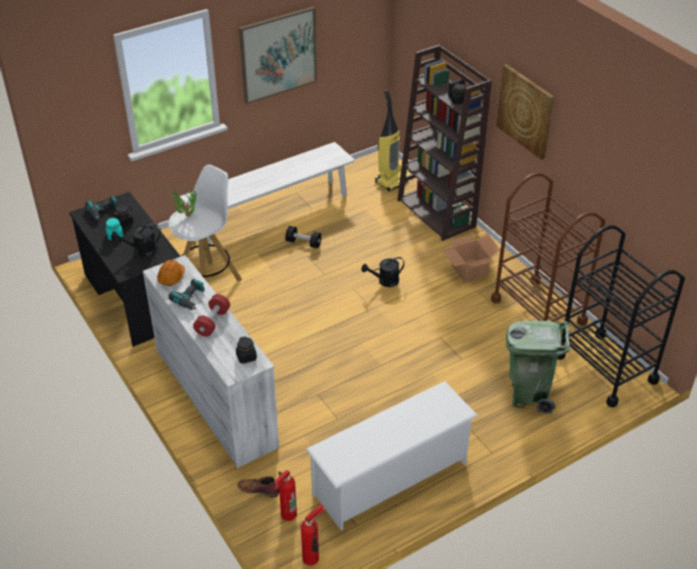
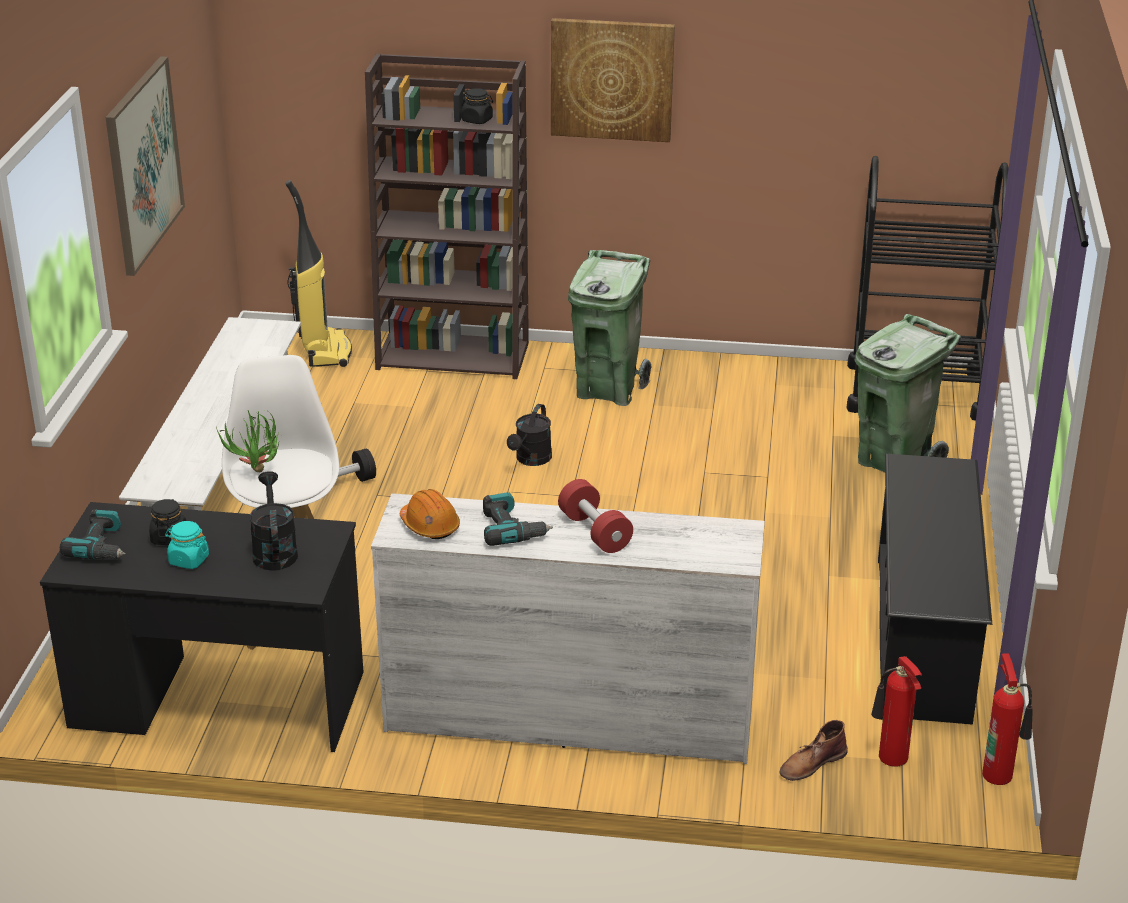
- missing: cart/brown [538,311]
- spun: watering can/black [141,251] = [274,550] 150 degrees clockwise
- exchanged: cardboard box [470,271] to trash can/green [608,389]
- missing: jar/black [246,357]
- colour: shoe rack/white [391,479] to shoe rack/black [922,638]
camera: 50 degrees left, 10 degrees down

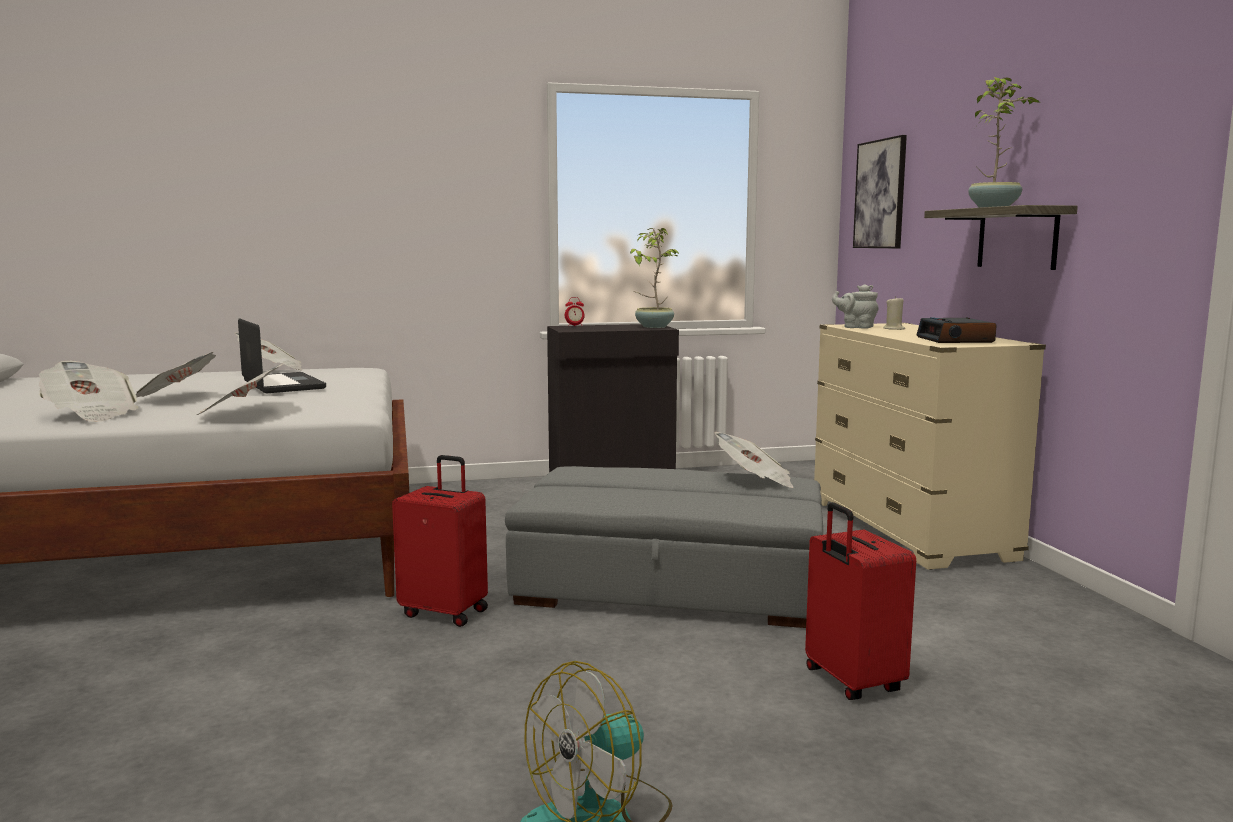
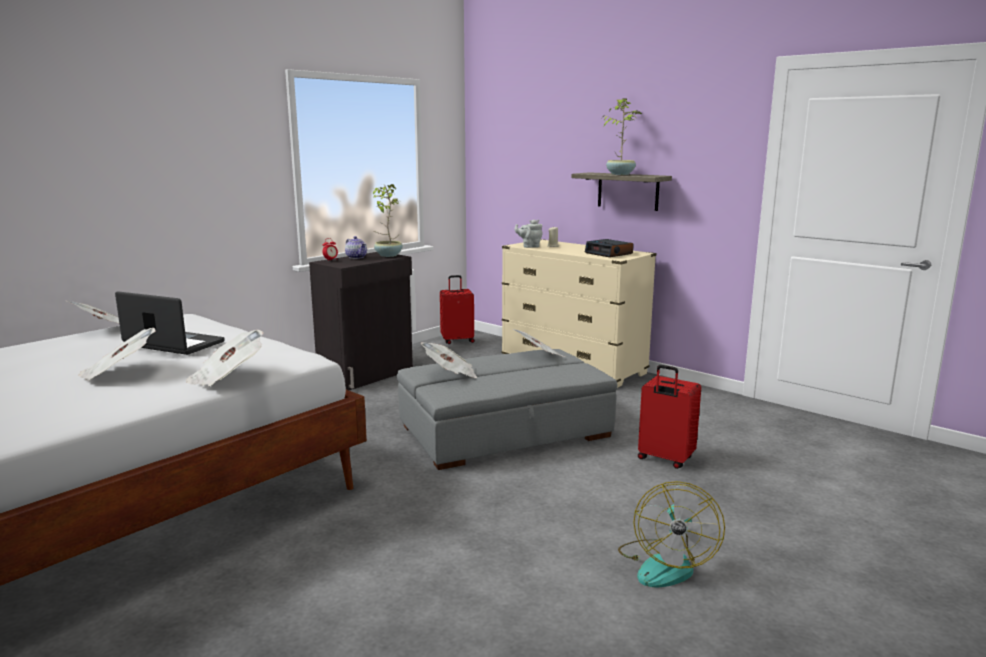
- missing: picture [880,194]
- relocated: newspaper [91,415] to [450,374]
- relocated: suitcase/red [445,612] to [457,340]
- appeared: teapot [356,257]
camera: 35 degrees left, 5 degrees up

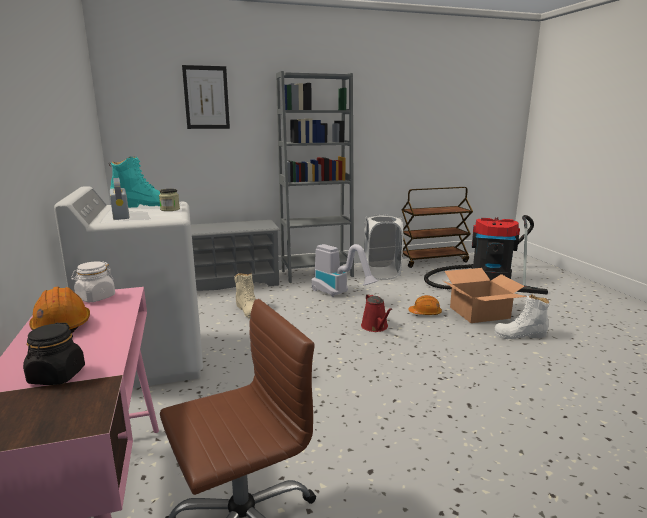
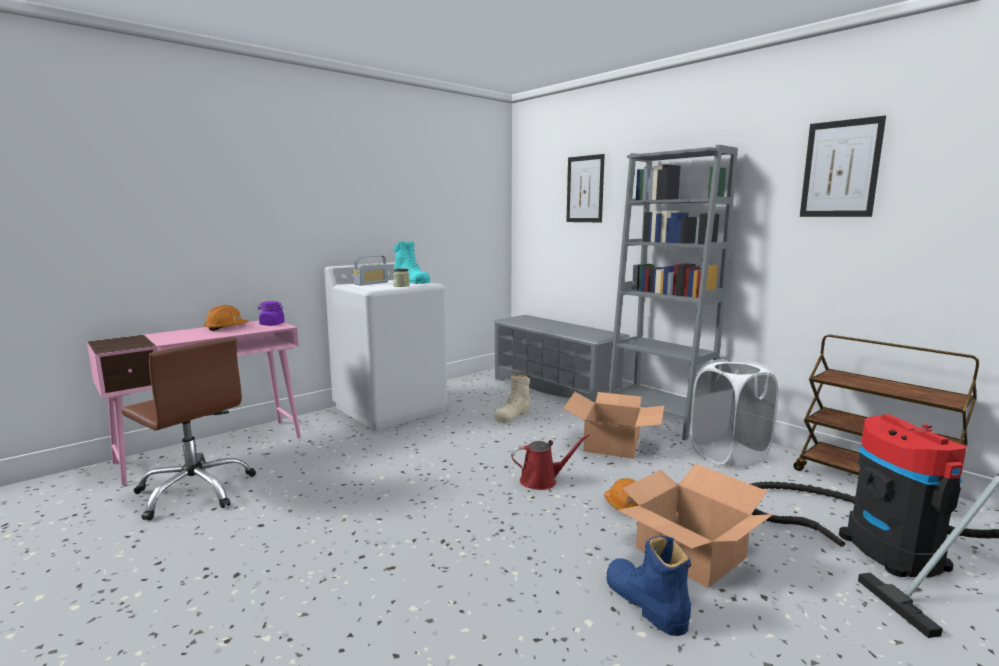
- exchanged: vacuum cleaner [340,294] to cardboard box [613,444]
- colour: jar/white [96,298] to jar/purple [272,324]
- spun: watering can/red [375,327] = [542,481] 150 degrees counterclockwise
- colour: boot/white [520,335] to boot/blue [645,602]
- missing: jar/black [57,376]
- appeared: picture [840,169]
camera: 65 degrees right, 5 degrees down

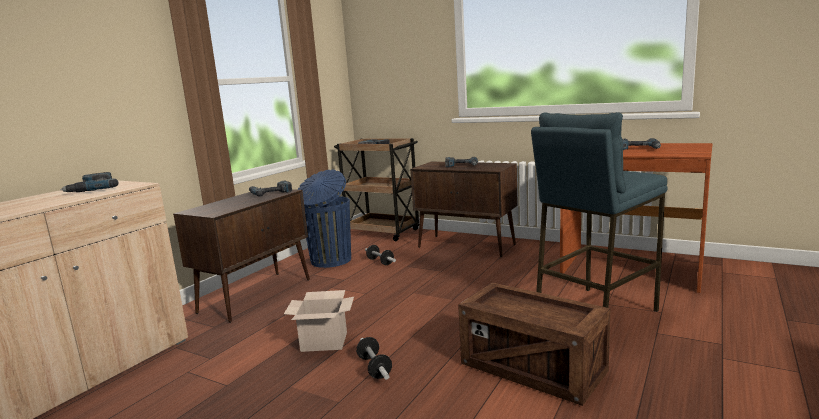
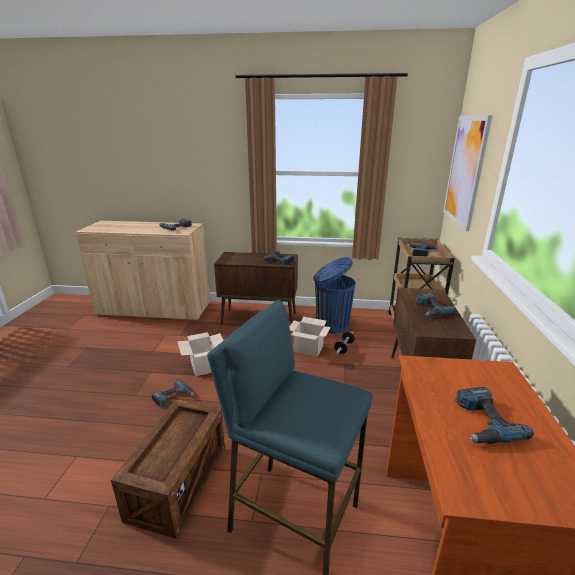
- exchanged: dumbbell [374,368] to power drill [173,397]
- appeared: picture [465,170]
- appeared: cardboard box [309,349]
camera: 65 degrees right, 10 degrees up

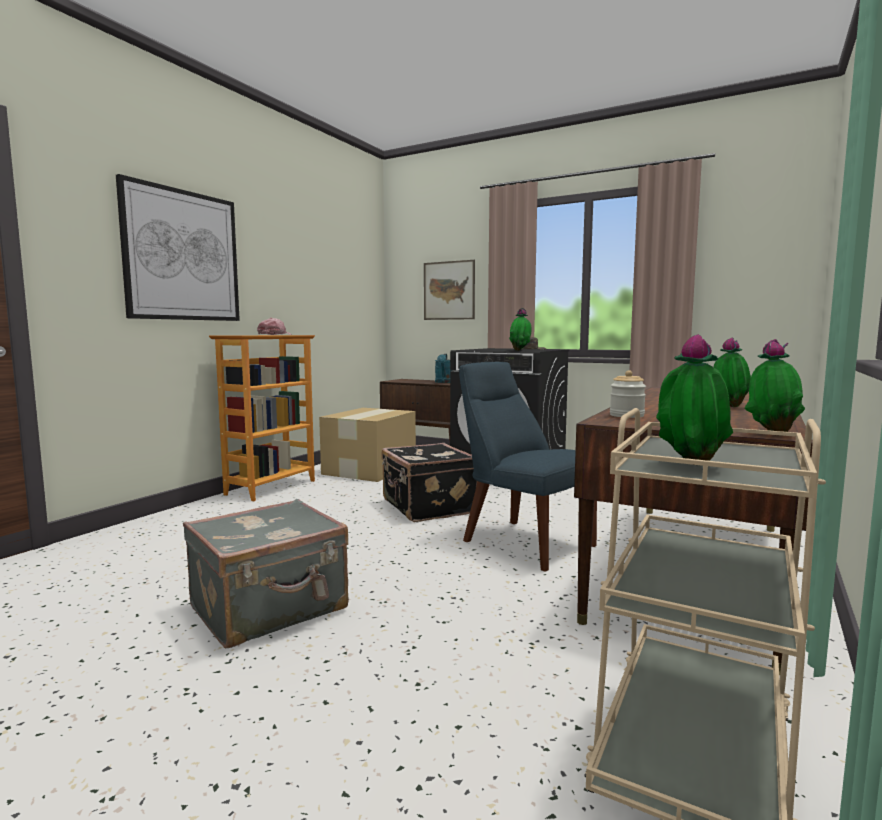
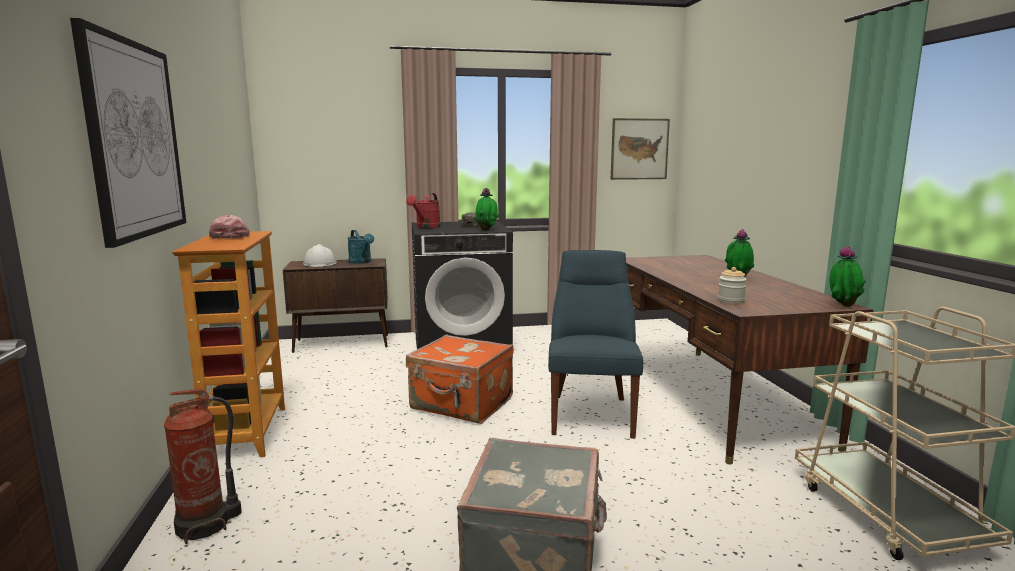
- relocated: picture [449,290] to [639,149]
- missing: potted plant [689,465]
- spun: chair/blue [523,542] = [591,413] 90 degrees clockwise
- missing: cardboard box [371,469]
- colour: suitcase/black [427,507] to suitcase/orange [461,405]
- appeared: watering can/red [426,227]
- appeared: hard hat/white [320,263]
- appeared: fire extinguisher [206,525]
camera: 40 degrees left, 5 degrees up

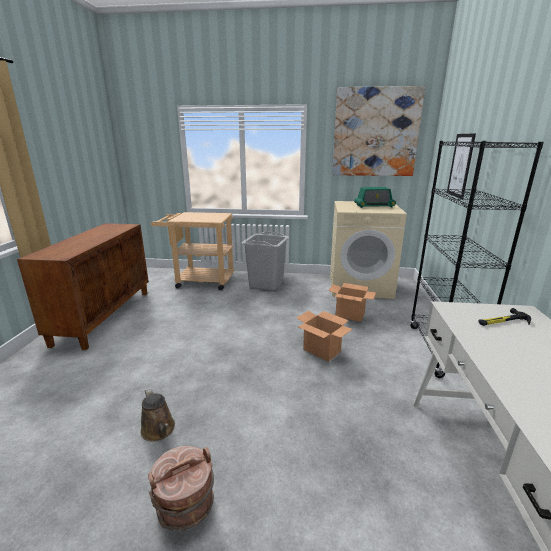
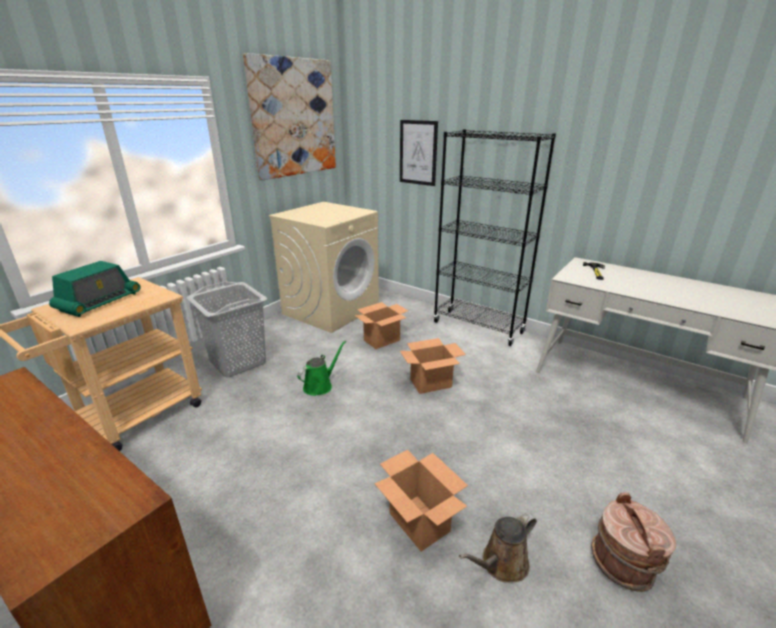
- relocated: radio [374,206] to [99,302]
- spun: watering can/brown [159,430] = [501,564] 150 degrees clockwise
- appeared: watering can/green [320,385]
- appeared: cardboard box [418,522]
camera: 60 degrees left, 5 degrees up

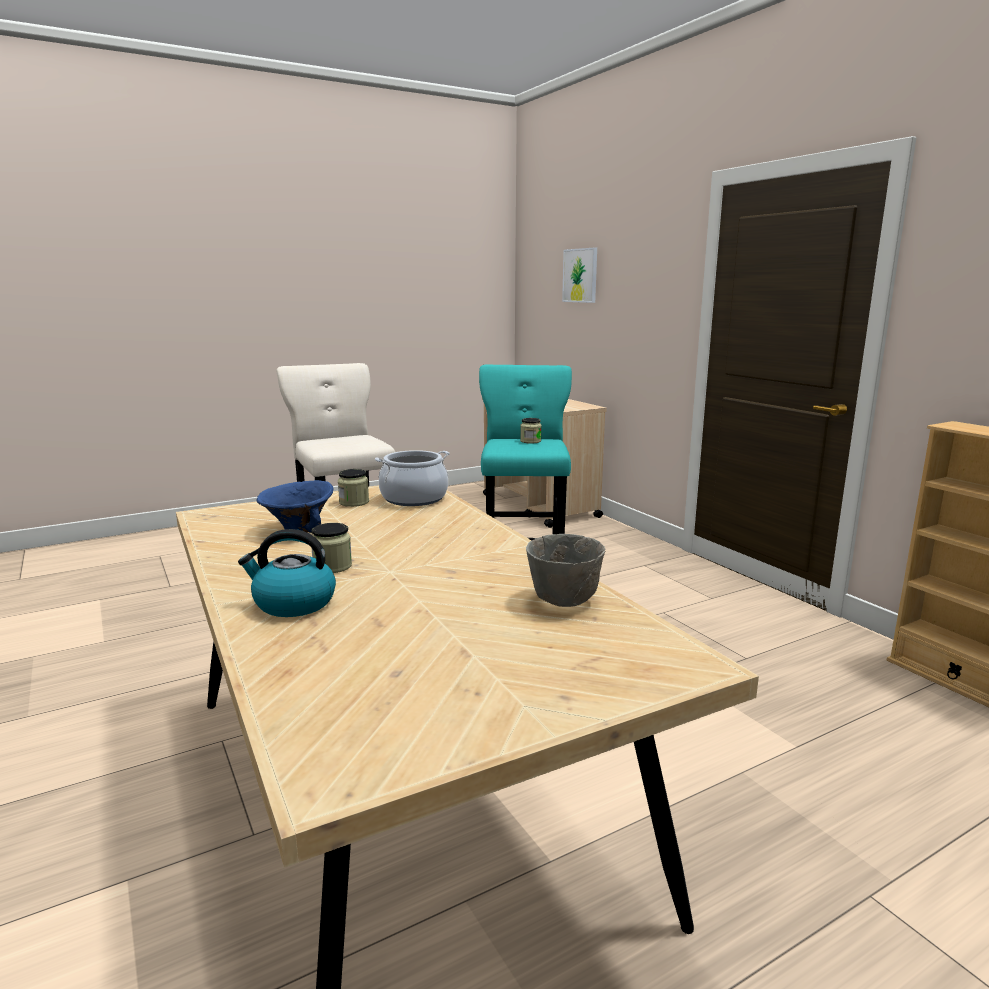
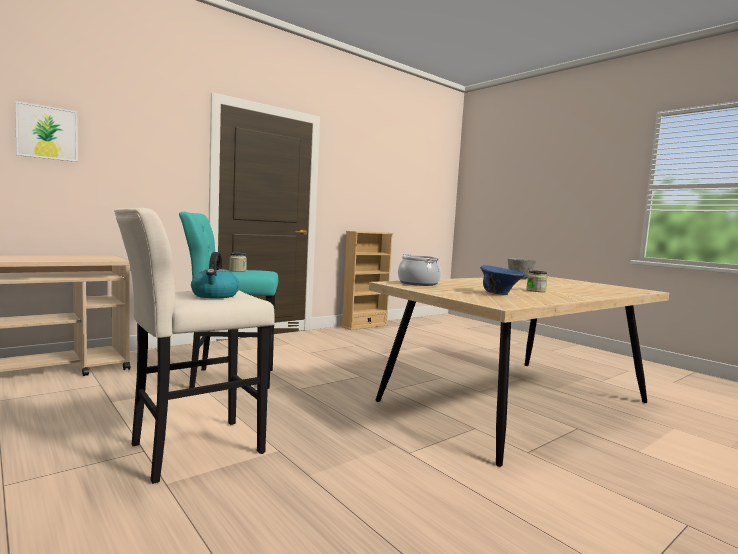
- missing: jar [354,502]
- relocated: kettle [293,603] to [215,295]
camera: 100 degrees left, 10 degrees down

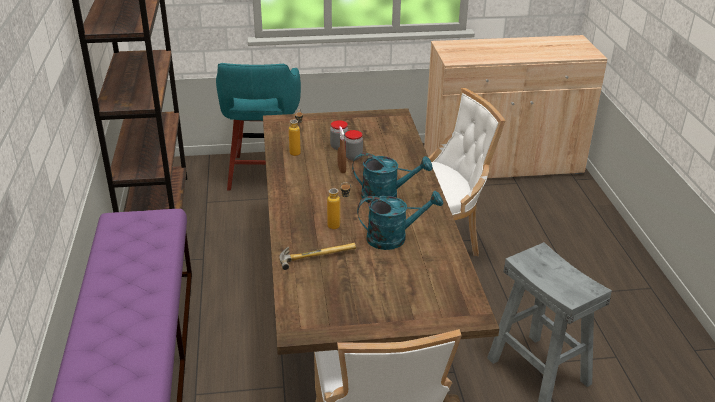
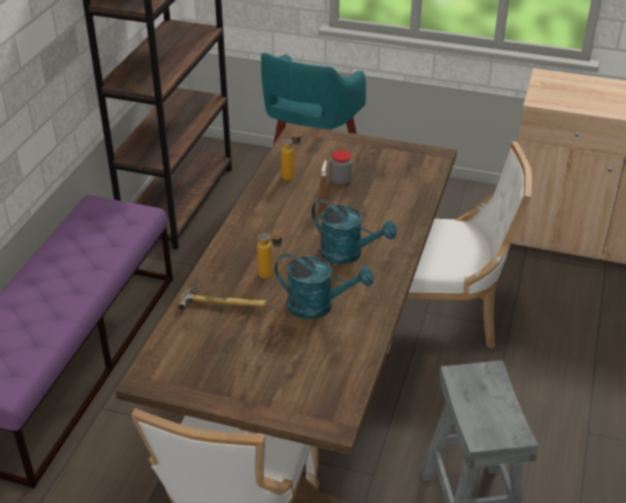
- missing: jar [353,157]
camera: 25 degrees right, 5 degrees up

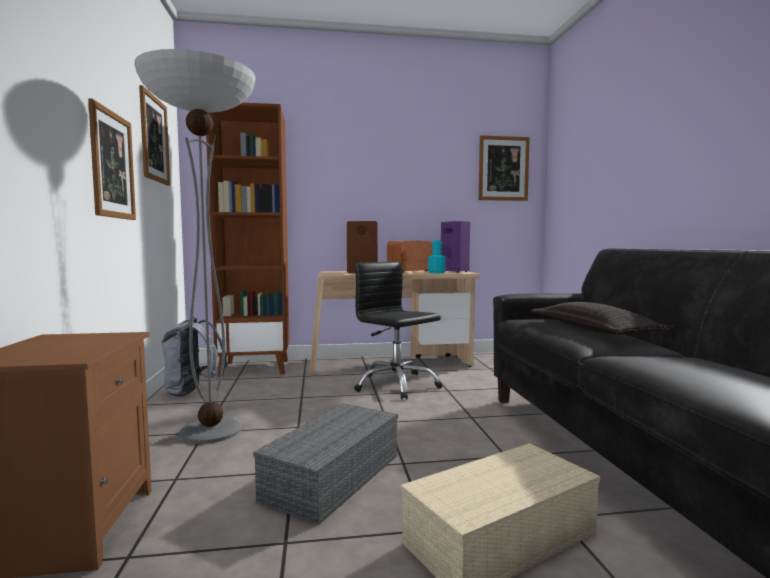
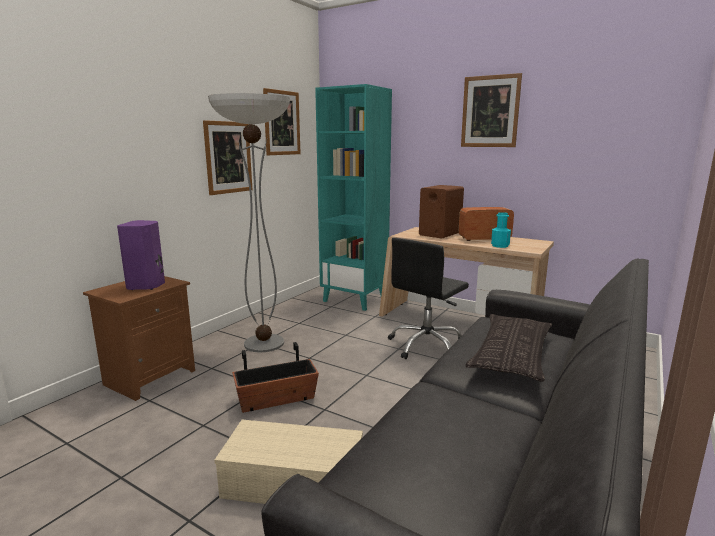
- colour: bookcase/brown [255,368] to bookcase/turquoise [355,300]
- relocated: picture [503,168] to [490,111]
- relocated: speaker/purple [455,271] to [147,286]
- spun: office chair/black [396,385] = [426,345] 135 degrees counterclockwise
- missing: backpack/grey [193,392]
- exchanged: storage box/grey [333,475] to planter [276,399]
camera: 40 degrees right, 10 degrees up

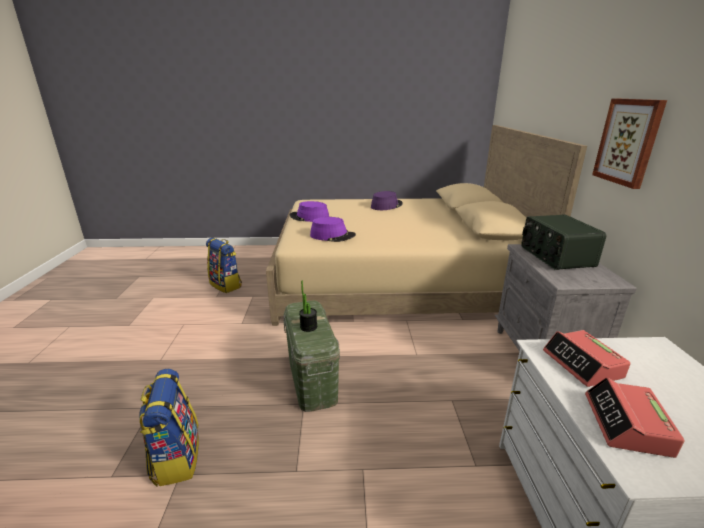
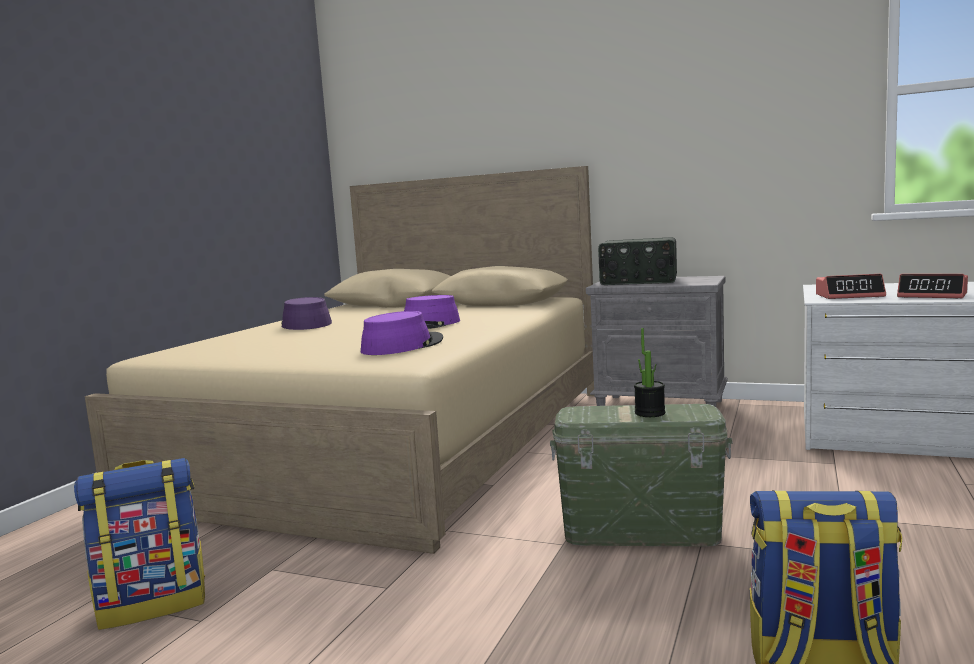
- missing: picture [628,142]
- relocated: hat/purple [309,217] to [426,325]
camera: 65 degrees left, 15 degrees down

